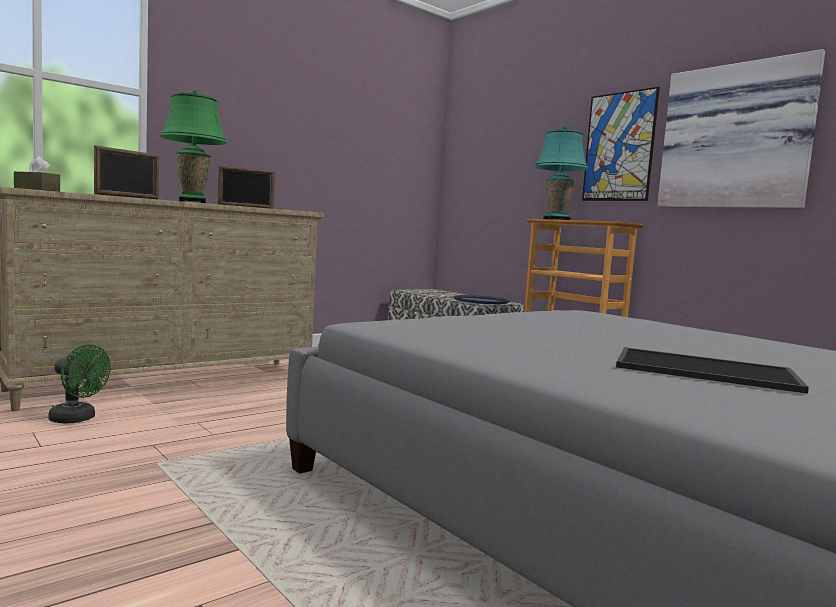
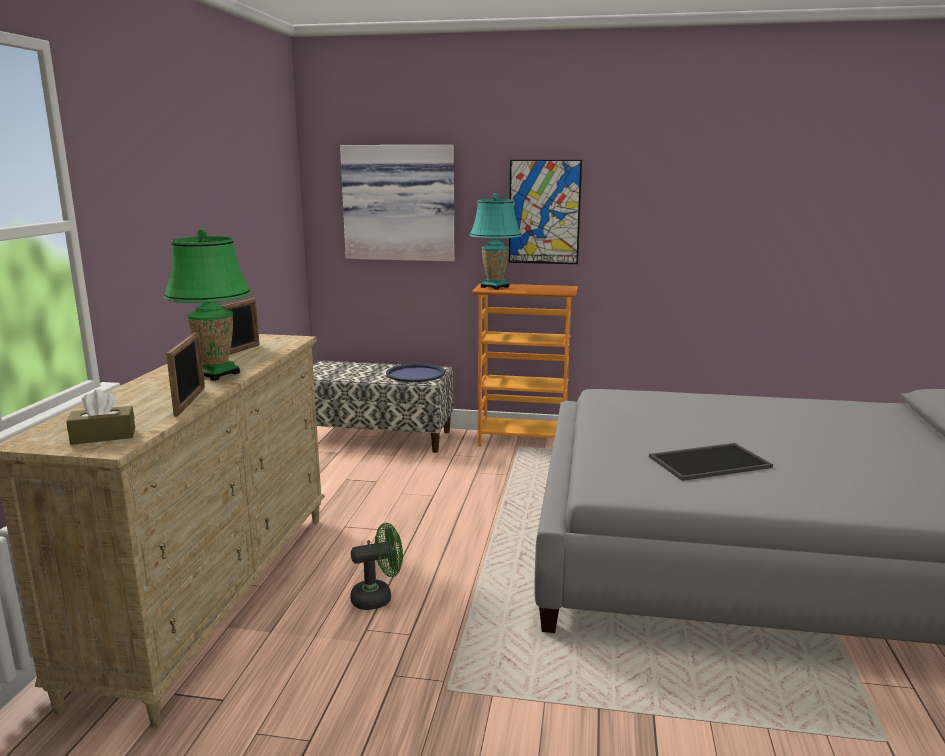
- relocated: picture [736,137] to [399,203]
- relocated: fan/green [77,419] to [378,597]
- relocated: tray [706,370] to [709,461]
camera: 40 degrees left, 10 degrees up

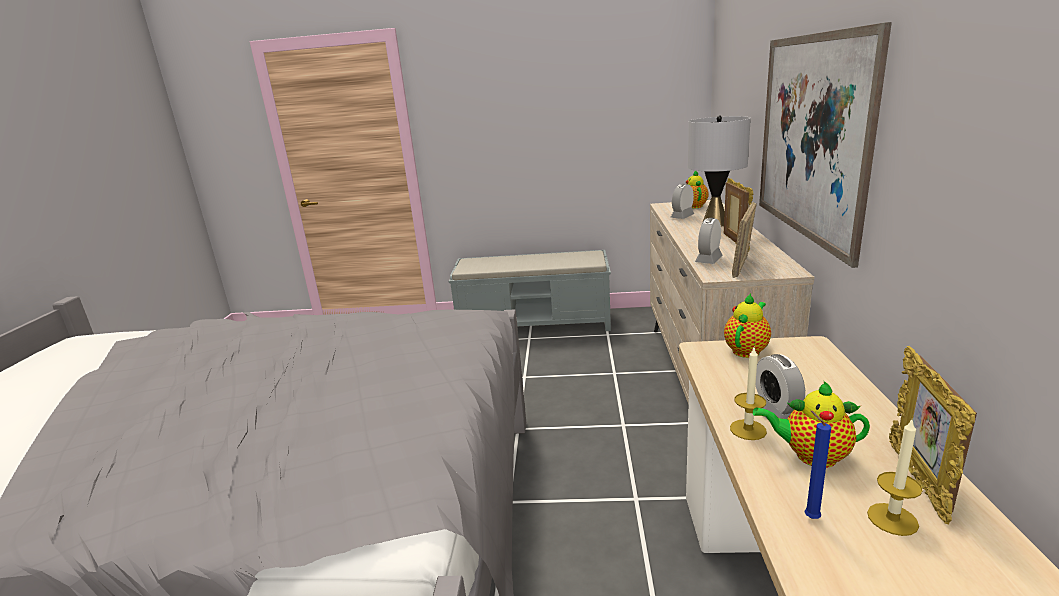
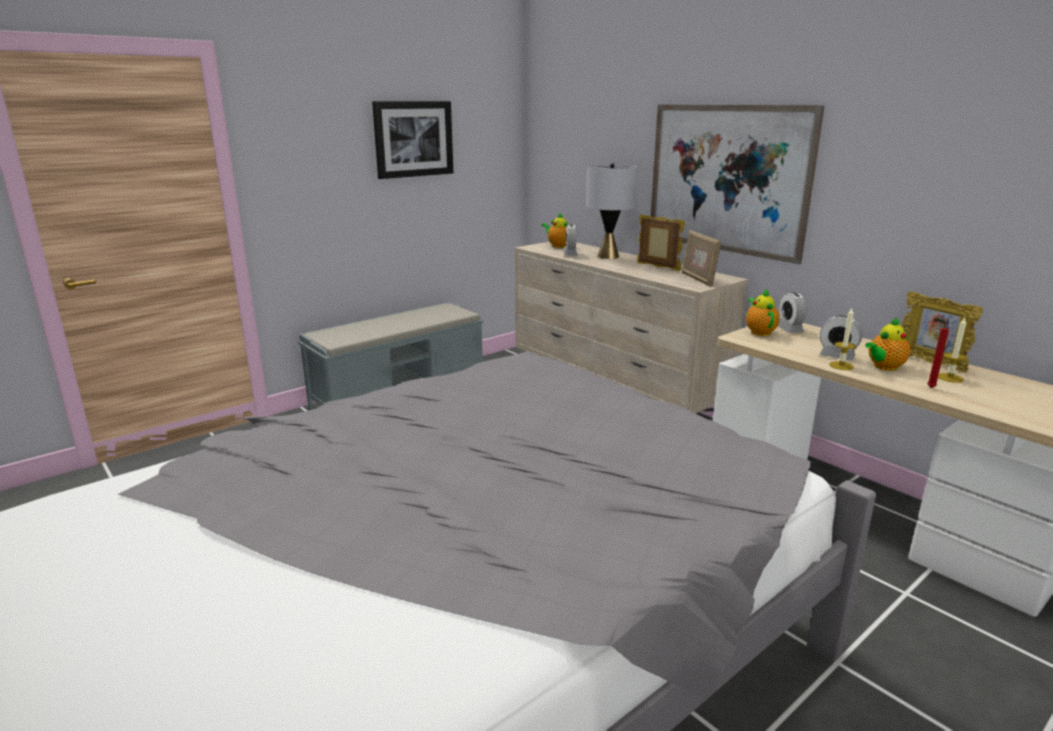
- relocated: alarm clock [708,260] to [789,329]
- colour: candle/blue [809,517] to candle/red [929,387]
- appeared: picture [413,139]
camera: 45 degrees left, 0 degrees up

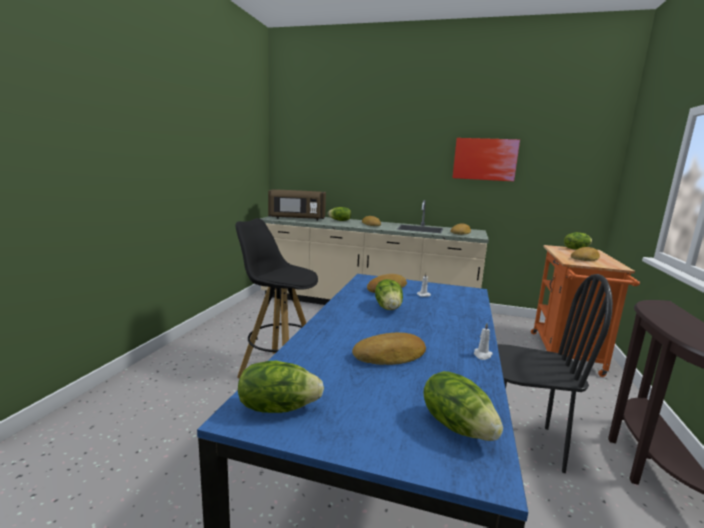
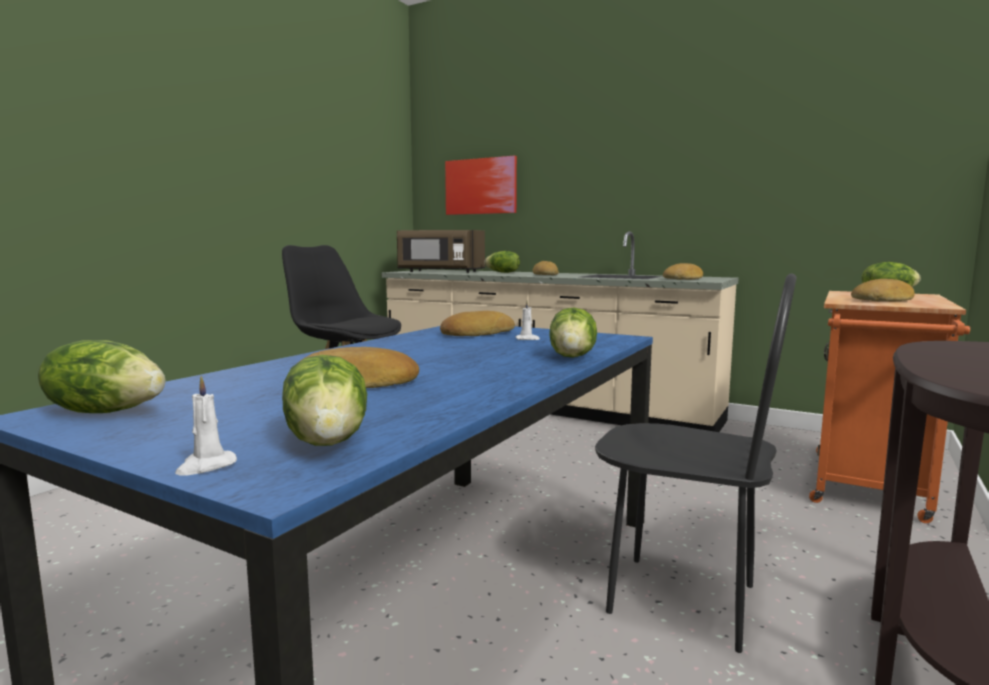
- relocated: picture [485,159] to [481,186]
- relocated: lettuce [389,308] to [573,357]
- relocated: candle/white [482,355] to [205,466]
camera: 15 degrees right, 5 degrees down

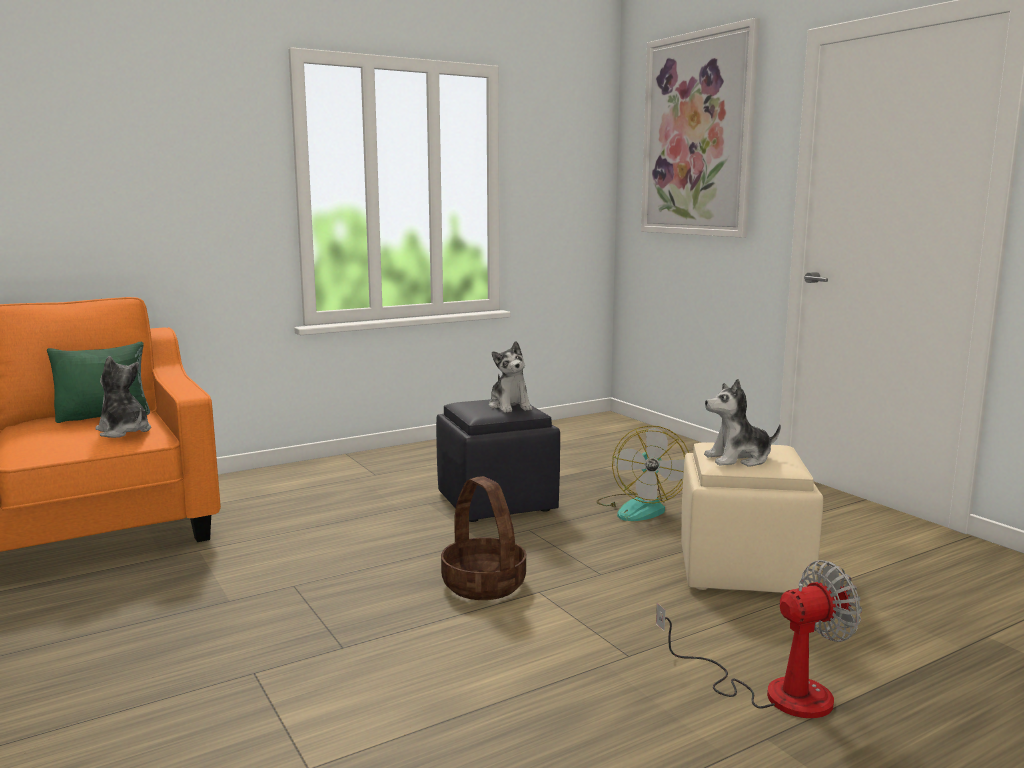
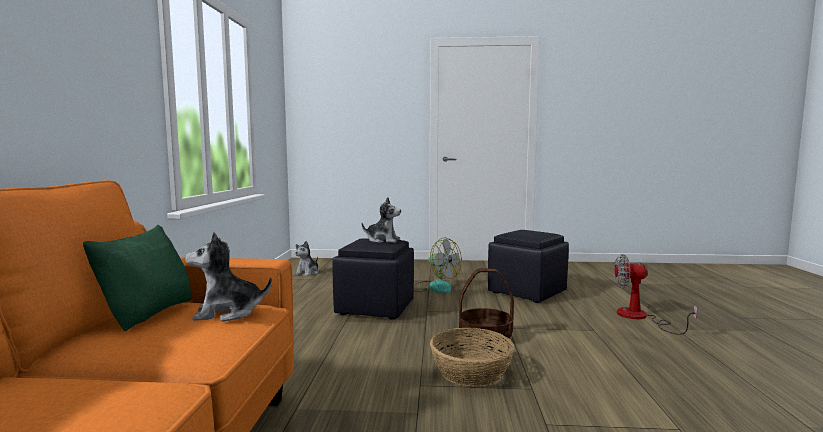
- missing: picture [697,135]
- relocated: plush toy [738,459] to [307,273]
- colour: ottoman/beige [744,570] to ottoman/black [528,292]
- spun: fan [774,691] = [640,318] 90 degrees counterclockwise
- appeared: basket [471,371]
camera: 55 degrees left, 5 degrees down

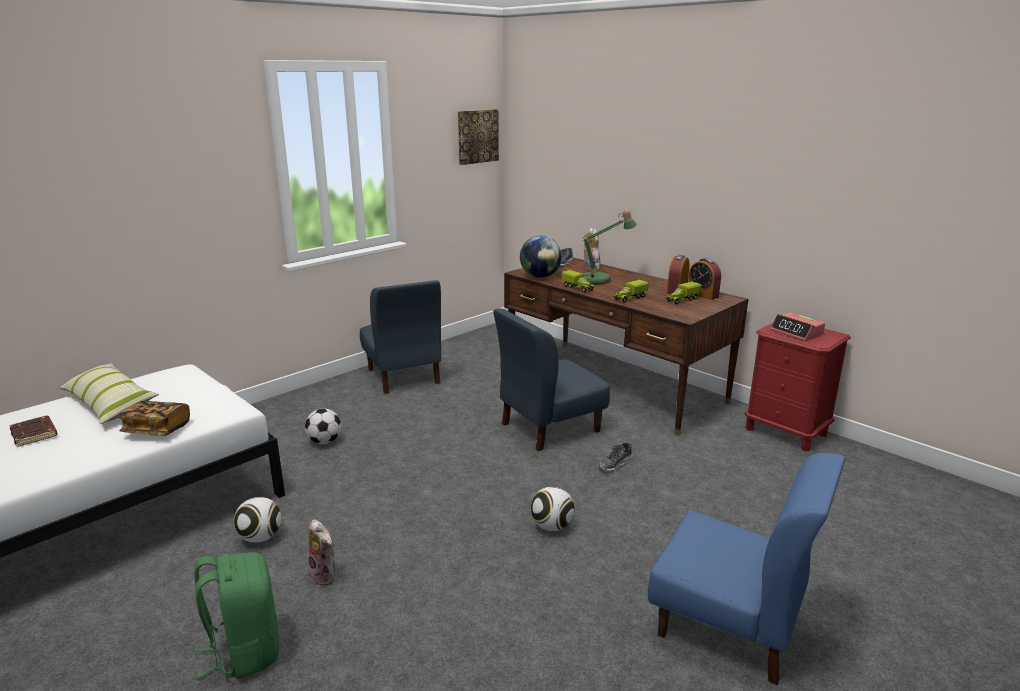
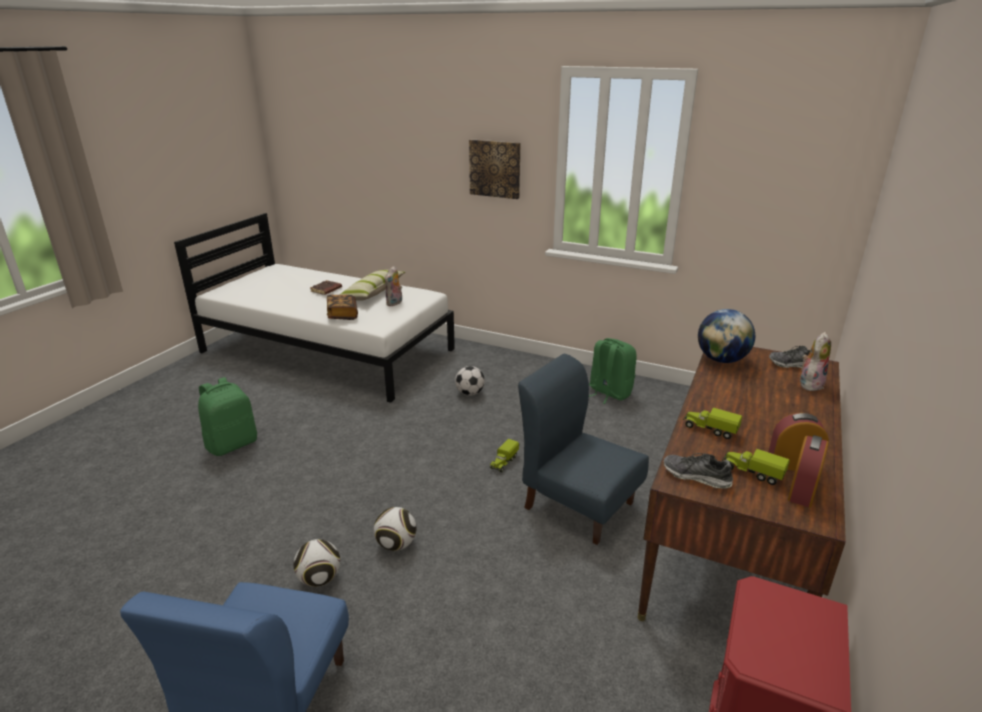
- relocated: picture [477,136] to [495,168]
- missing: table lamp [601,279]
- relocated: toy truck [578,288] to [503,462]
- exchanged: chair/blue [403,376] to backpack/green [609,393]
- missing: alarm clock [797,333]
- relocated: shoe [615,464] to [696,476]
- relocated: football [260,538] to [319,579]
- relocated: plush toy [325,575] to [395,303]
camera: 70 degrees right, 5 degrees up

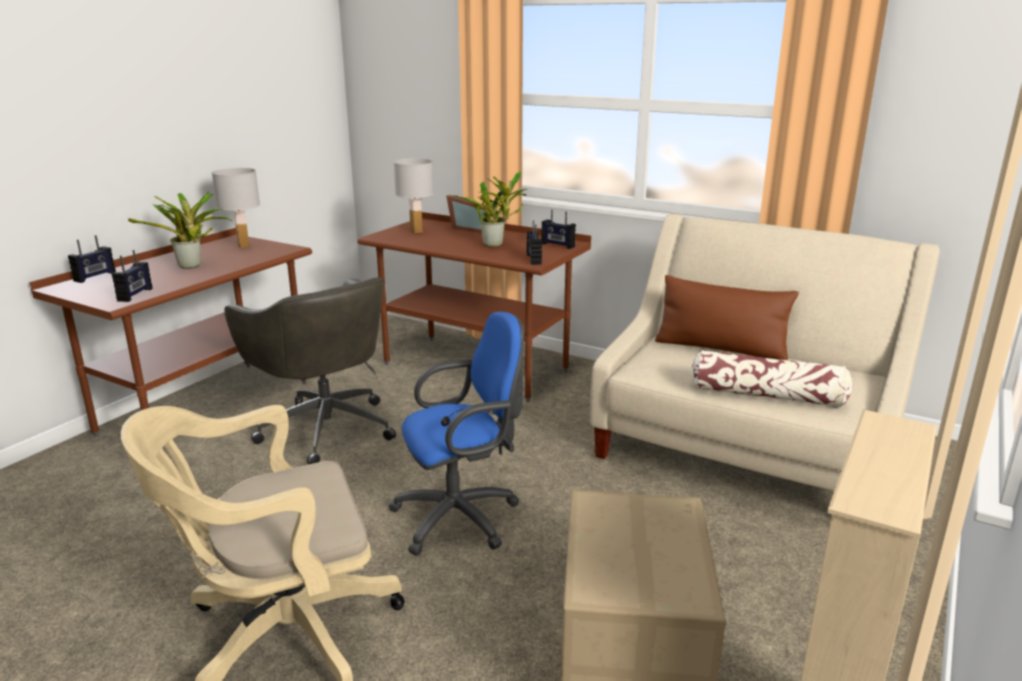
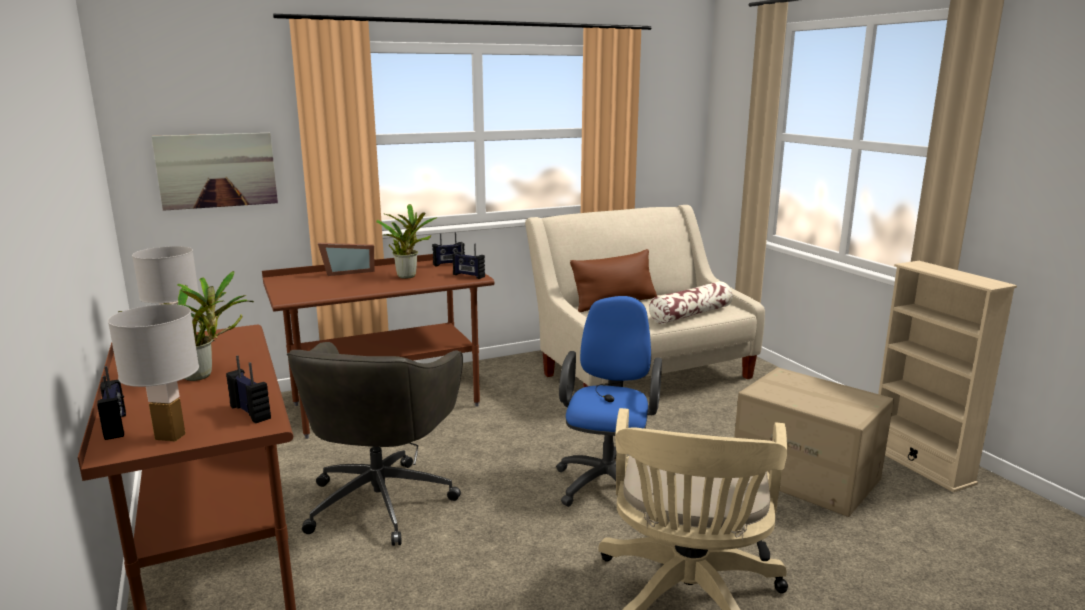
- relocated: table lamp/white [416,231] to [169,437]
- spun: office chair/grey [325,427] = [382,500] 105 degrees clockwise
- appeared: picture [217,170]
camera: 55 degrees left, 5 degrees down

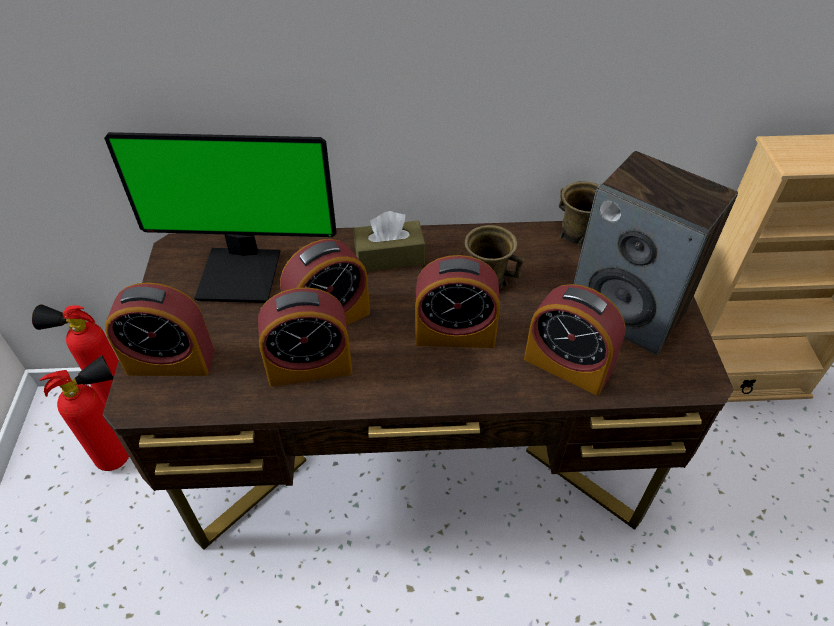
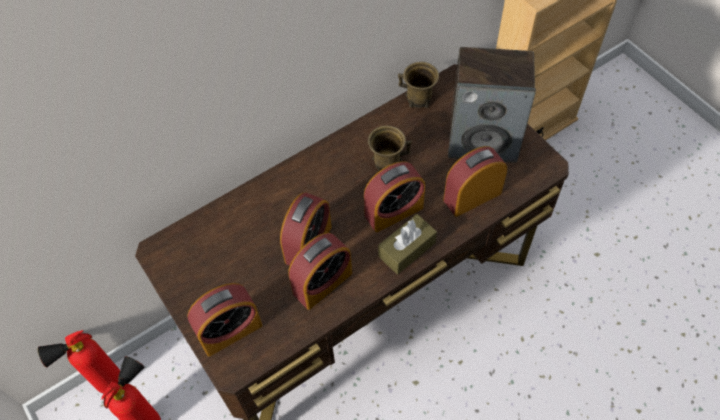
- missing: monitor [242,273]
- relocated: tissue box/brown [389,256] to [407,249]
- spun: alarm clock [567,365] = [472,196] 150 degrees clockwise
camera: 30 degrees left, 10 degrees up

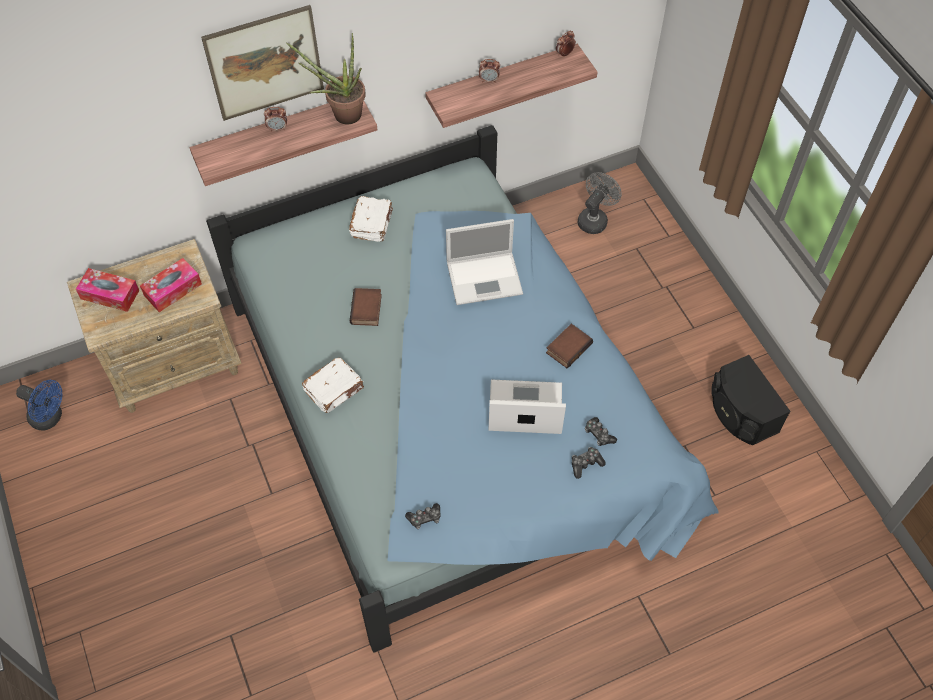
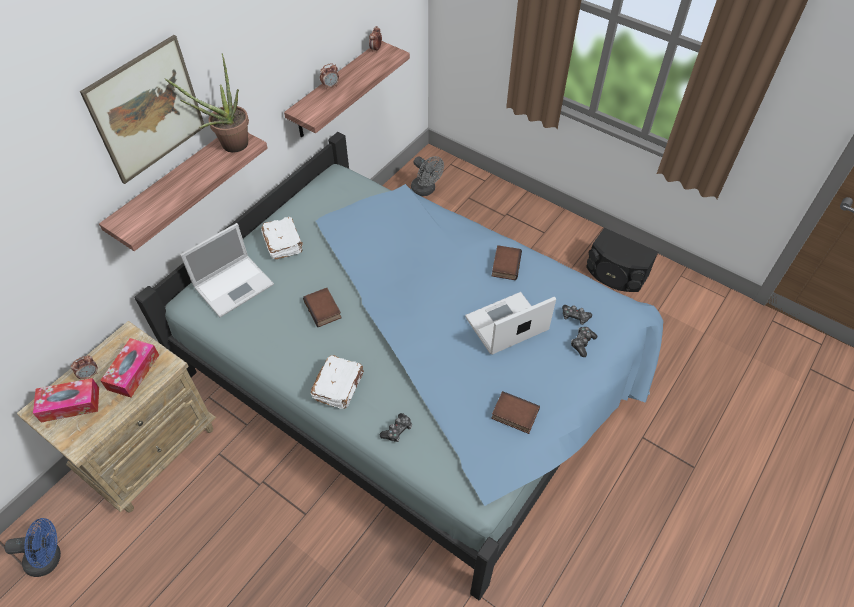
- relocated: alarm clock [277,128] to [90,374]
- spun: fan/grey [594,219] = [426,190] 135 degrees clockwise
- relocated: laptop [486,277] to [235,285]
- relocated: game controller [424,518] to [397,430]
- appeared: book [513,415]
camera: 30 degrees left, 5 degrees down

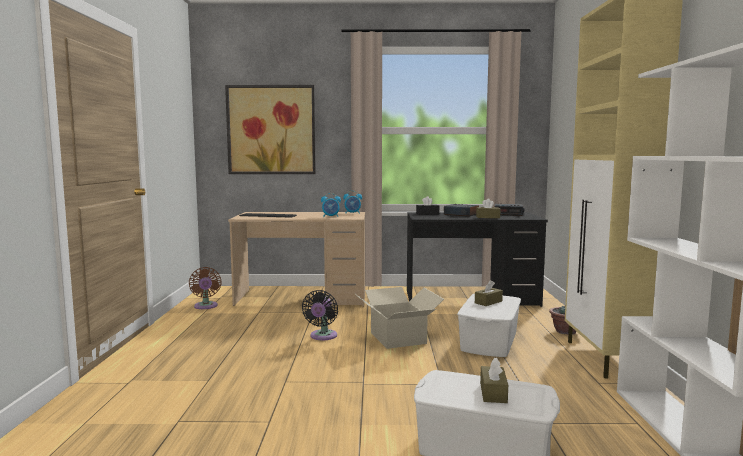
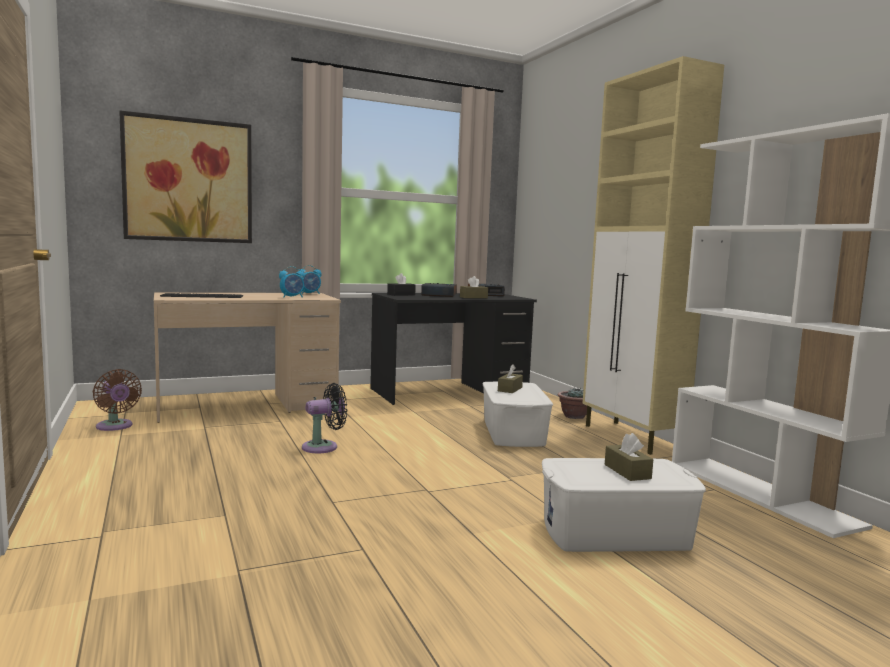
- missing: cardboard box [398,338]
- spun: fan/black [322,336] = [323,447] 105 degrees counterclockwise
camera: 25 degrees left, 0 degrees up

